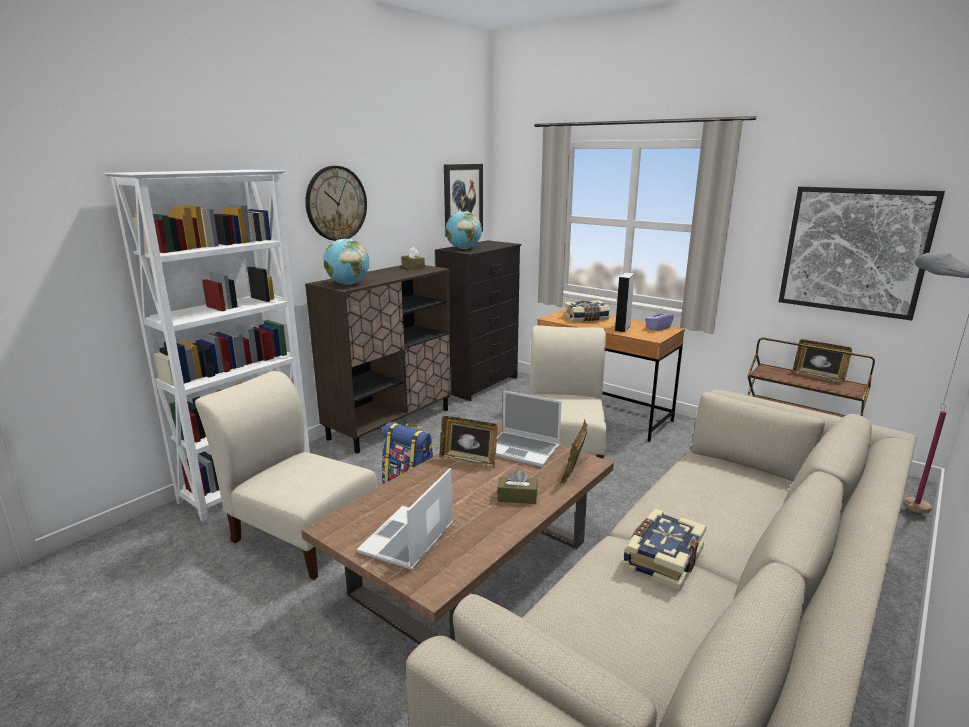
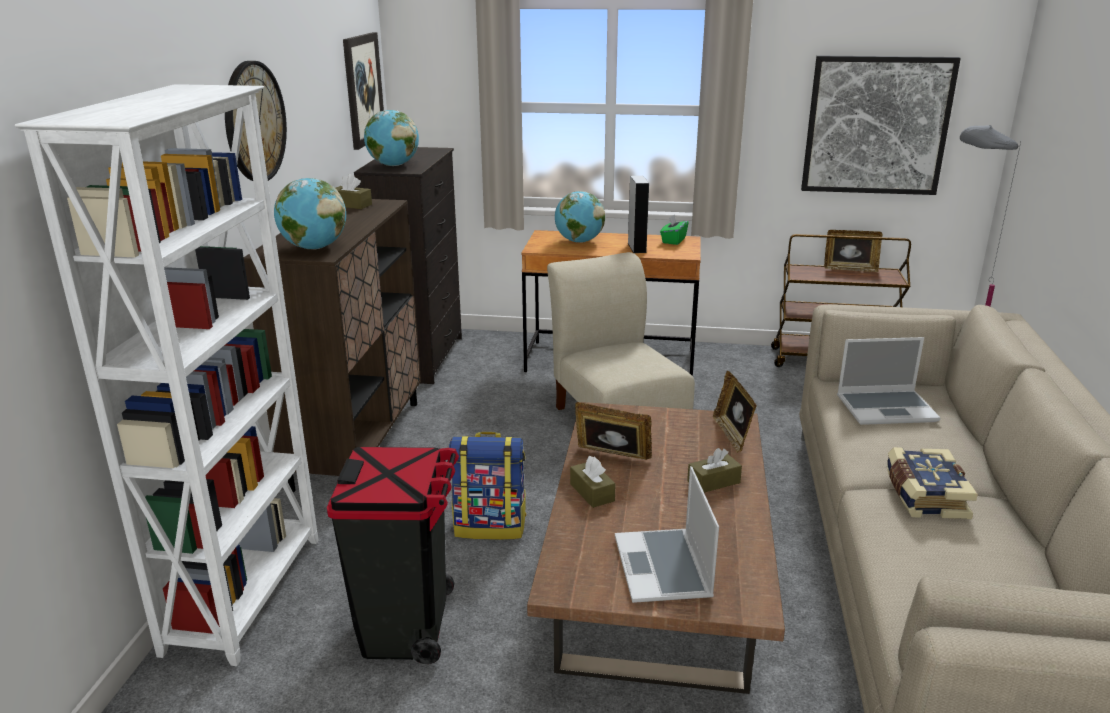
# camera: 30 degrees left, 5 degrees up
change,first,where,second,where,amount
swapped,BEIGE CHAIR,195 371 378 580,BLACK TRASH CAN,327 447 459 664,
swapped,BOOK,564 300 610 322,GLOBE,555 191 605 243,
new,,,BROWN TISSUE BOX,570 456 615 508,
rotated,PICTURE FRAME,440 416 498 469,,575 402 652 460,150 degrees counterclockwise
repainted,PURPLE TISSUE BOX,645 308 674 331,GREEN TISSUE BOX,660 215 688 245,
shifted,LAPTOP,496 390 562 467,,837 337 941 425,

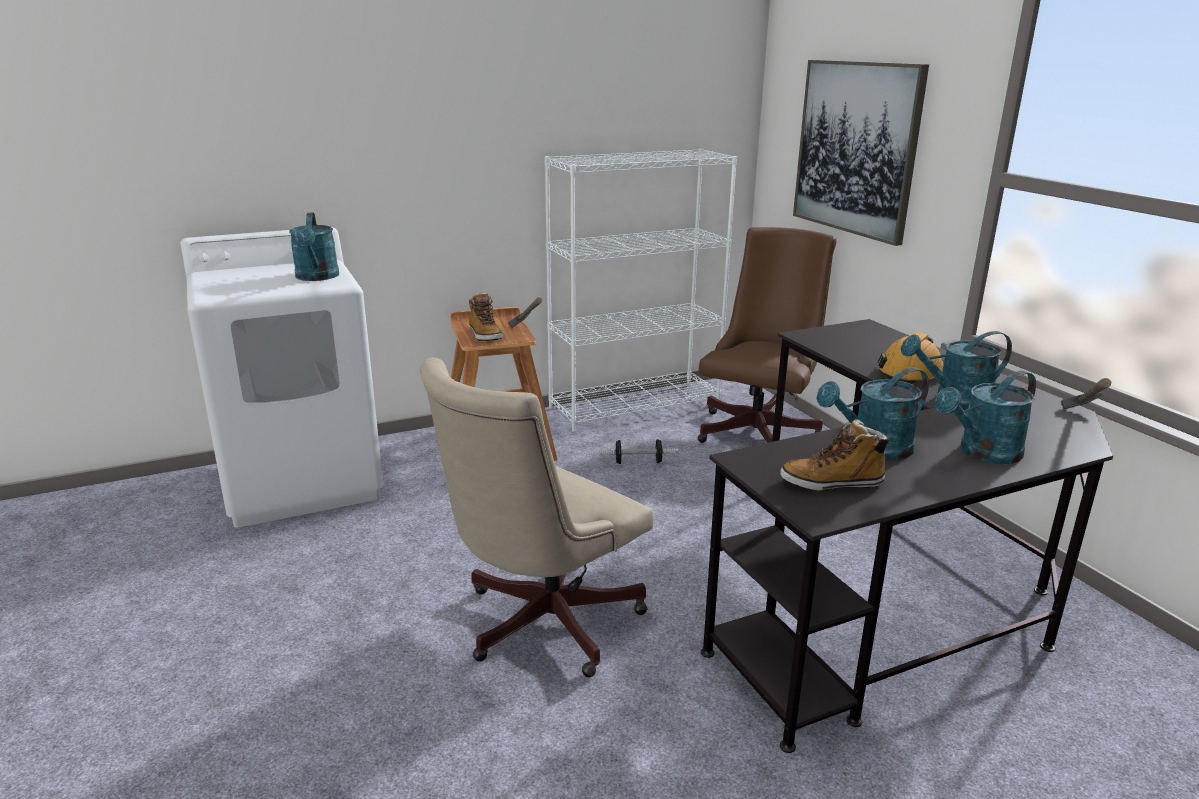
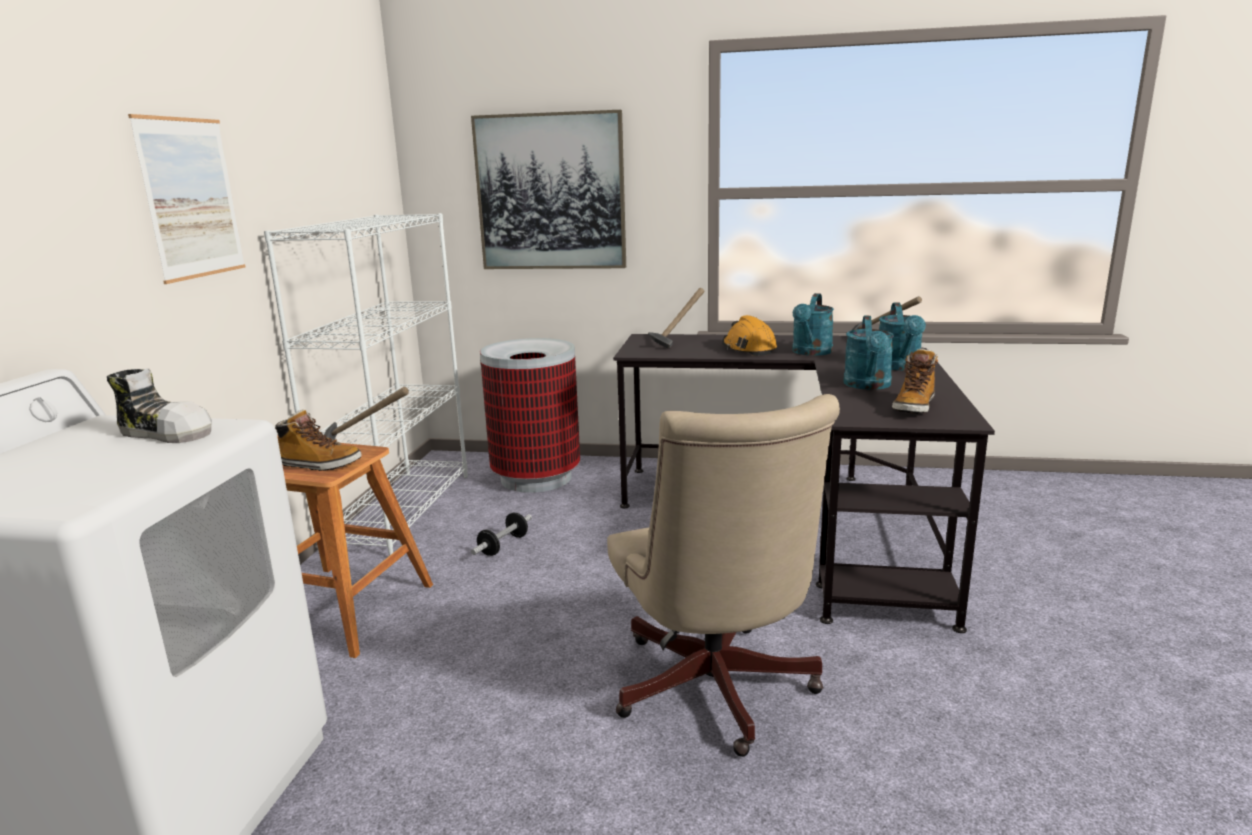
# camera: 55 degrees left, 5 degrees down
change,first,where,second,where,amount
swapped,TURQUOISE WATERING CAN,289 213 339 281,SHOE,107 368 211 443,
new,,,PICTURE,128 114 245 284,
swapped,BROWN OFFICE CHAIR,698 227 836 443,TRASH CAN,480 338 580 493,
new,,,HAMMER,648 288 704 349,

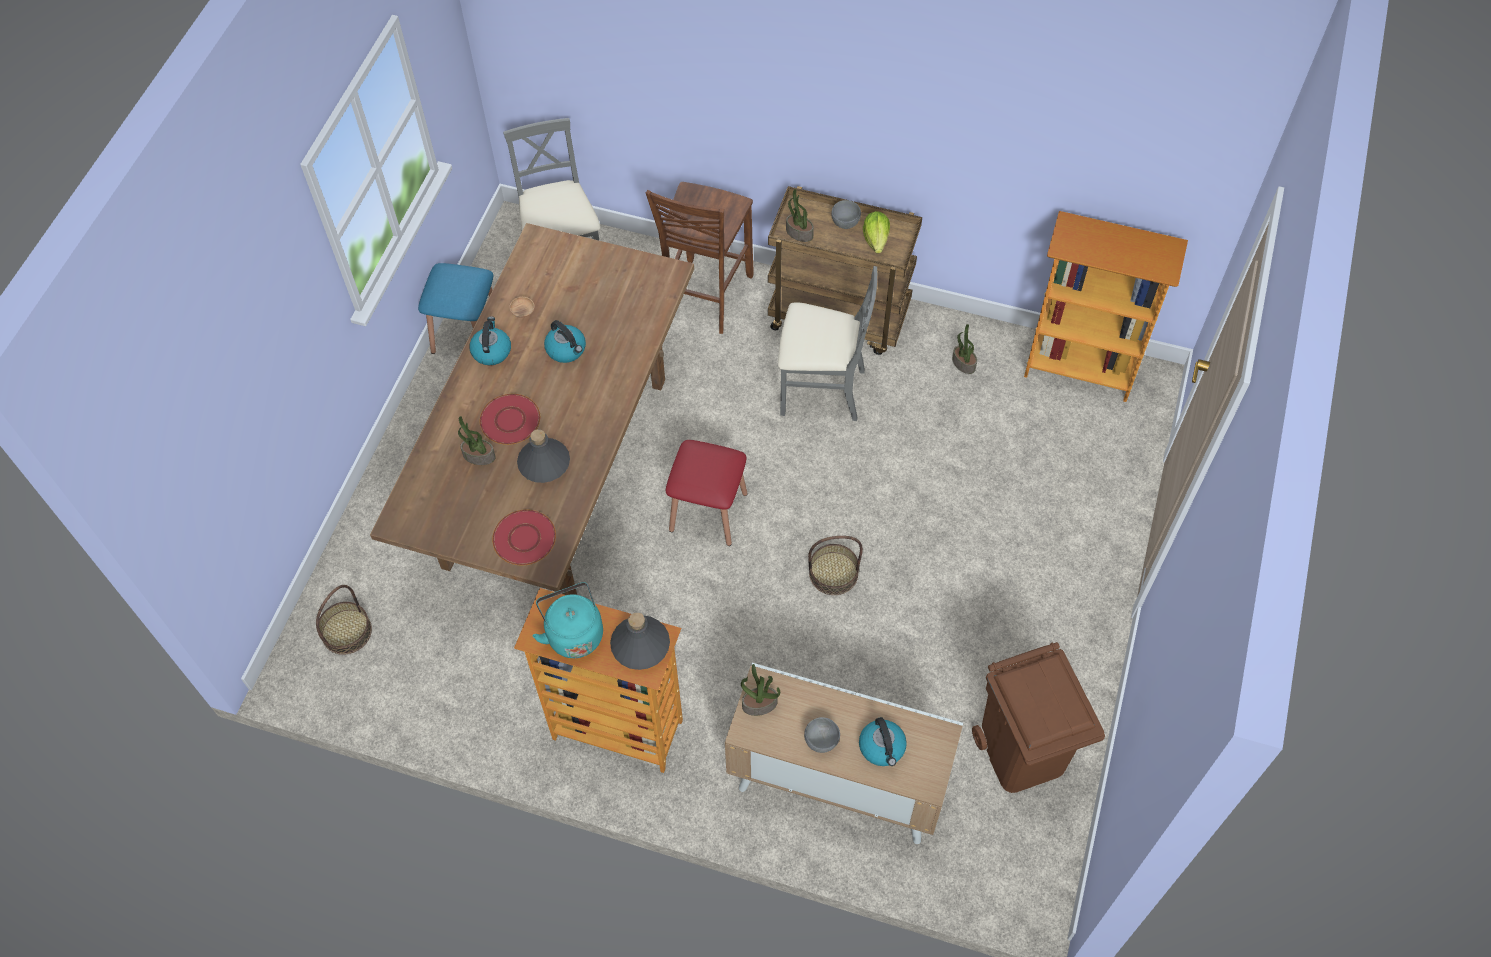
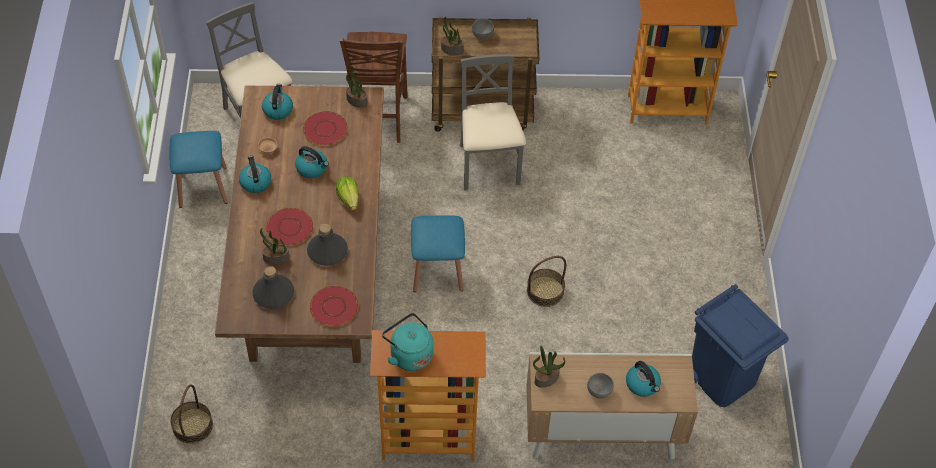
# camera: 20 degrees left, 5 degrees down
change,first,where,second,where,amount
shifted,GREY BOTTLE,610 612 670 670,,252 266 294 309,
new,,,KETTLE,262 84 293 120,
new,,,RED PLATE,303 111 348 146,
shifted,LETTUCE,863 211 890 253,,336 176 358 210,
shifted,POTTED PLANT,952 324 977 374,,346 66 368 108,
repainted,RED STOOL,666 440 748 546,BLUE STOOL,411 215 465 292,
rotated,GREY CHAIR,778 266 877 421,,460 54 526 191,90 degrees counterclockwise
repainted,BROWN TRASH CAN,972 642 1105 793,BLUE TRASH CAN,692 284 789 407,

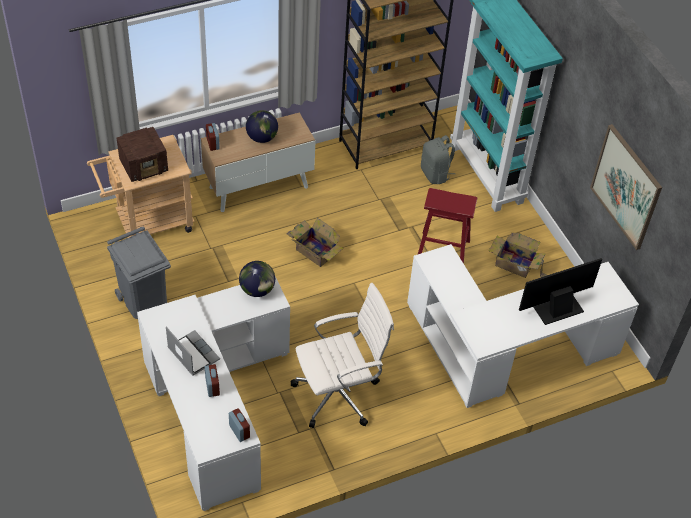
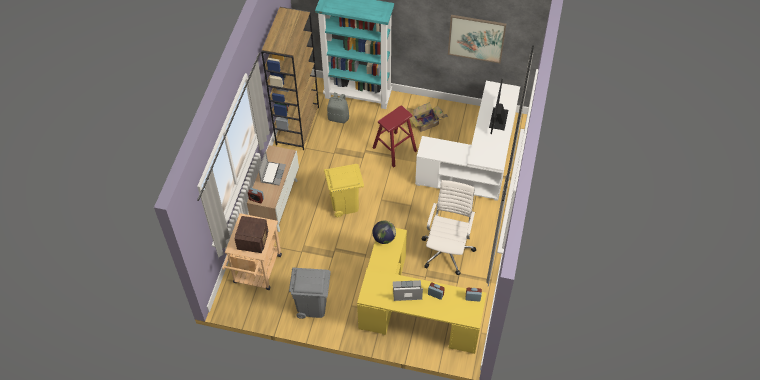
# camera: 50 degrees left, 5 degrees up
change,first,where,second,where,amount
swapped,GLOBE,246 110 278 143,LAPTOP,259 150 286 185,
swapped,CARDBOARD BOX,287 218 344 267,YELLOW TRASH CAN,324 164 364 217,
repainted,WHITE DESK,137 277 290 511,YELLOW DESK,357 228 487 354,

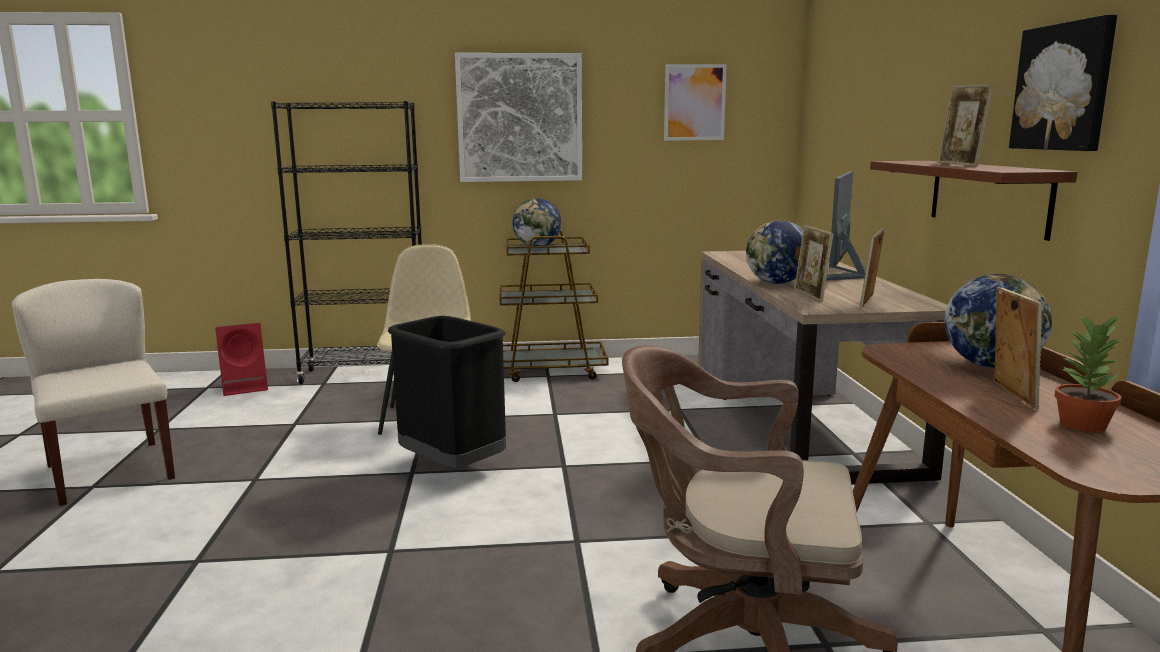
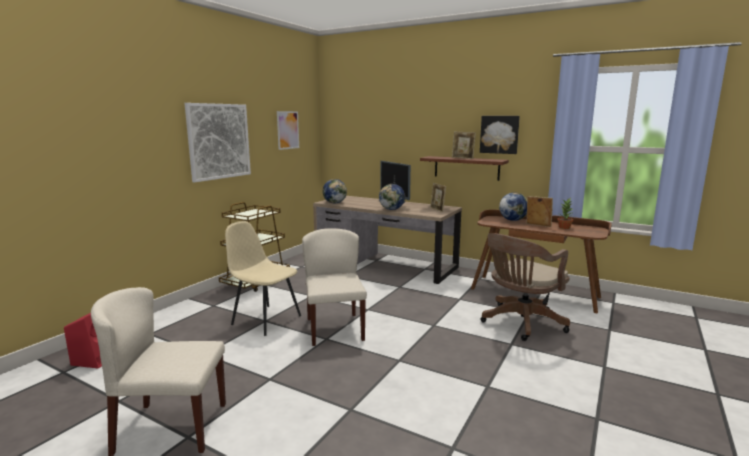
# camera: 55 degrees left, 0 degrees up
change,first,where,second,where,amount
swapped,BLACK TRASH CAN,388 316 506 468,BEIGE CHAIR,302 229 367 346,
shifted,GLOBE,513 198 562 246,,322 179 347 203,
gone,BLACK BOOKCASE,271 101 422 384,,,
gone,PICTURE FRAME,794 225 833 302,,,

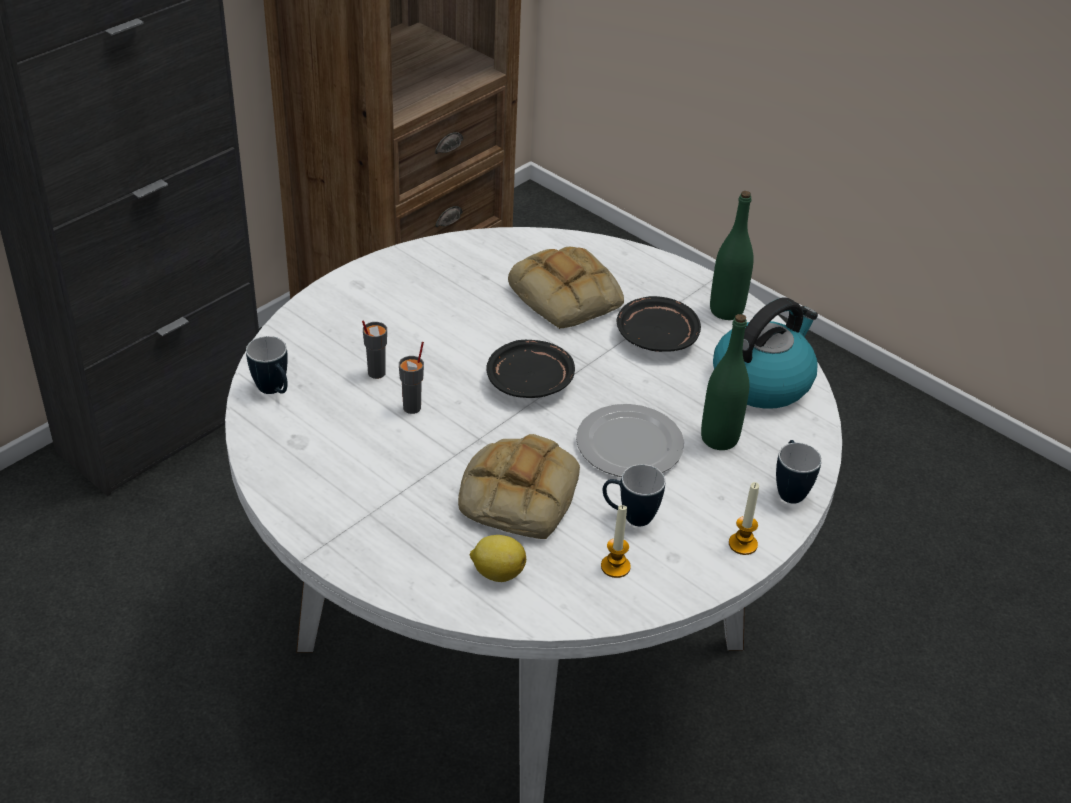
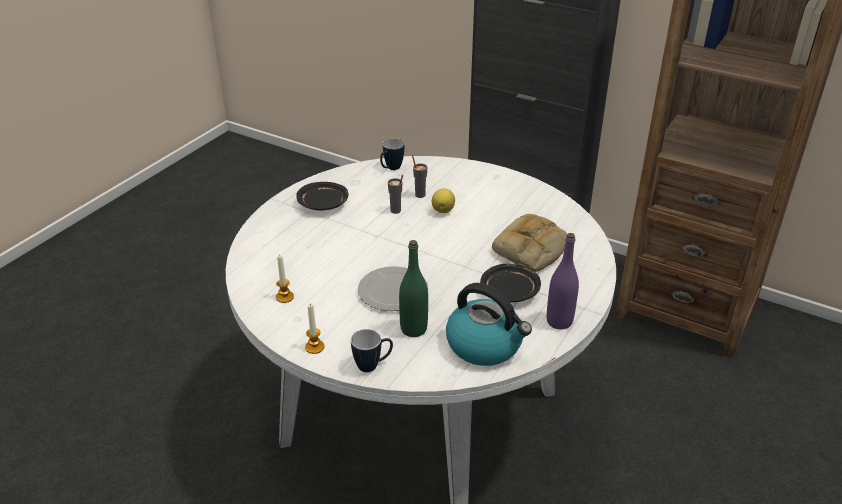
# camera: 80 degrees right, 5 degrees down
change,first,where,second,where,amount
shifted,BLACK PLATE,486 340 575 398,,296 182 349 210,
shifted,LEMON,470 535 526 582,,432 188 455 213,
repainted,GREEN BOTTLE,710 191 754 320,PURPLE BOTTLE,547 233 579 329,
gone,BREAD,458 434 580 539,,,
gone,MUG,603 464 666 526,,,

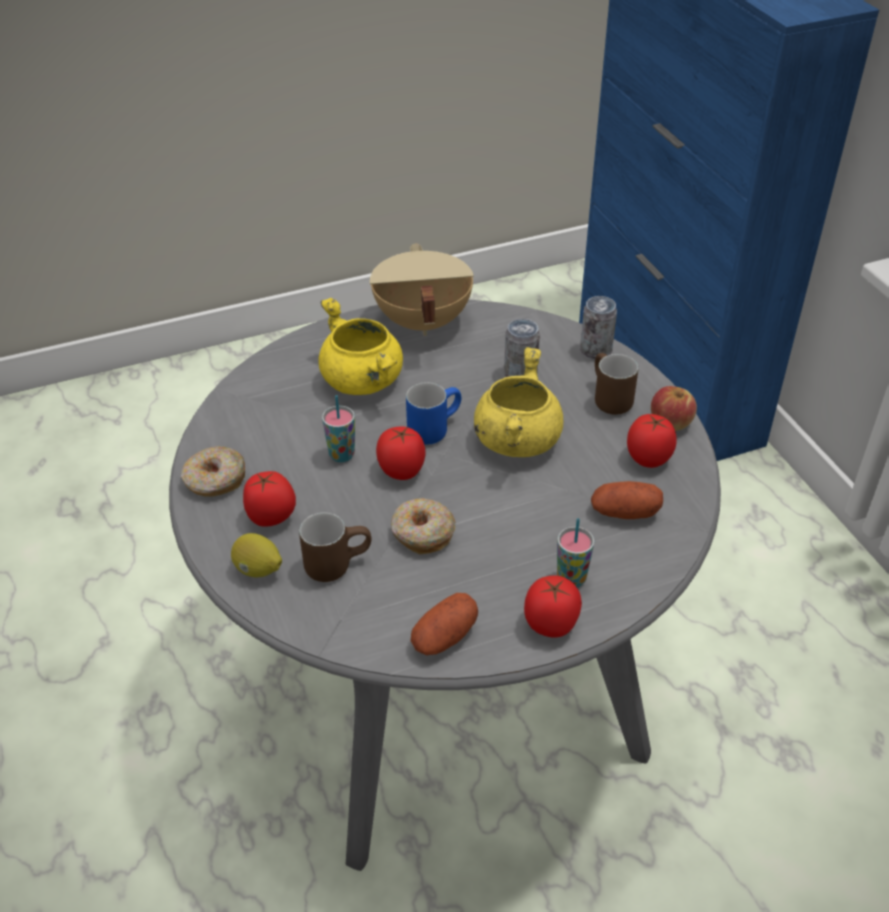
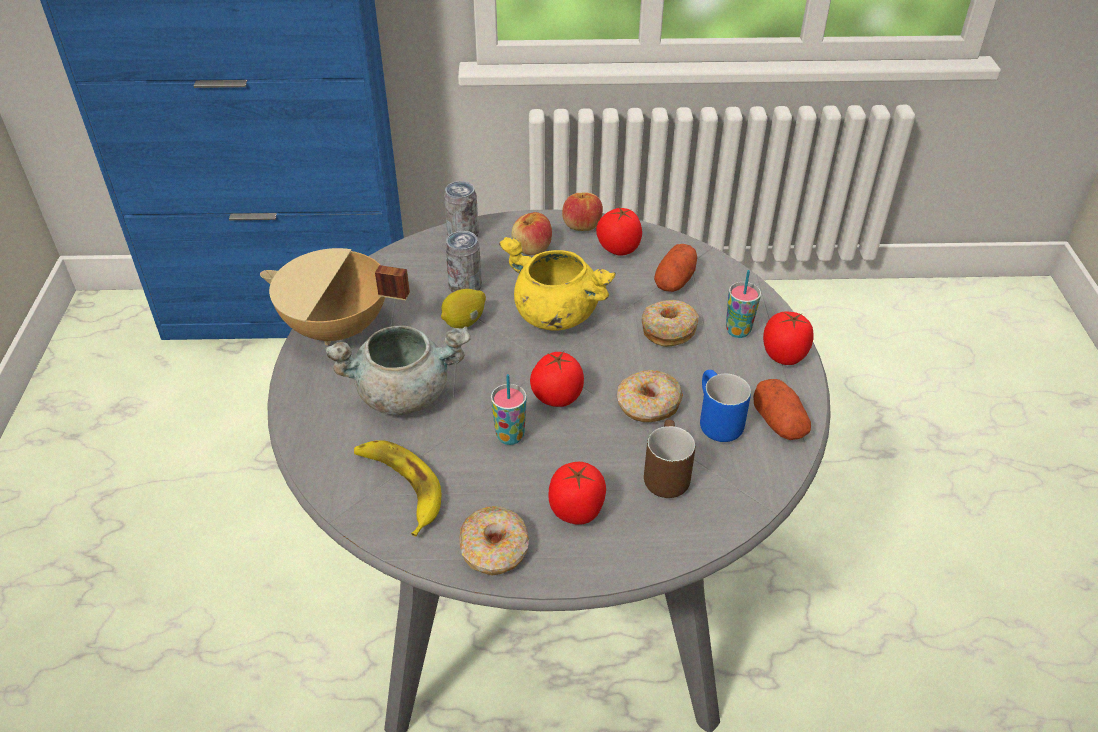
# camera: 70 degrees left, 0 degrees up
change,first,where,second,where,amount
repainted,YELLOW COOKING POT,318 298 403 395,GREY COOKING POT,325 325 470 415,
new,,,BANANA,354 440 441 537,
shifted,LEMON,231 533 282 577,,441 289 486 328,
swapped,BROWN MUG,595 353 638 415,APPLE,512 212 552 255,
new,,,DONUT,641 300 699 347,
shifted,BLUE MUG,406 382 461 445,,700 370 751 442,

